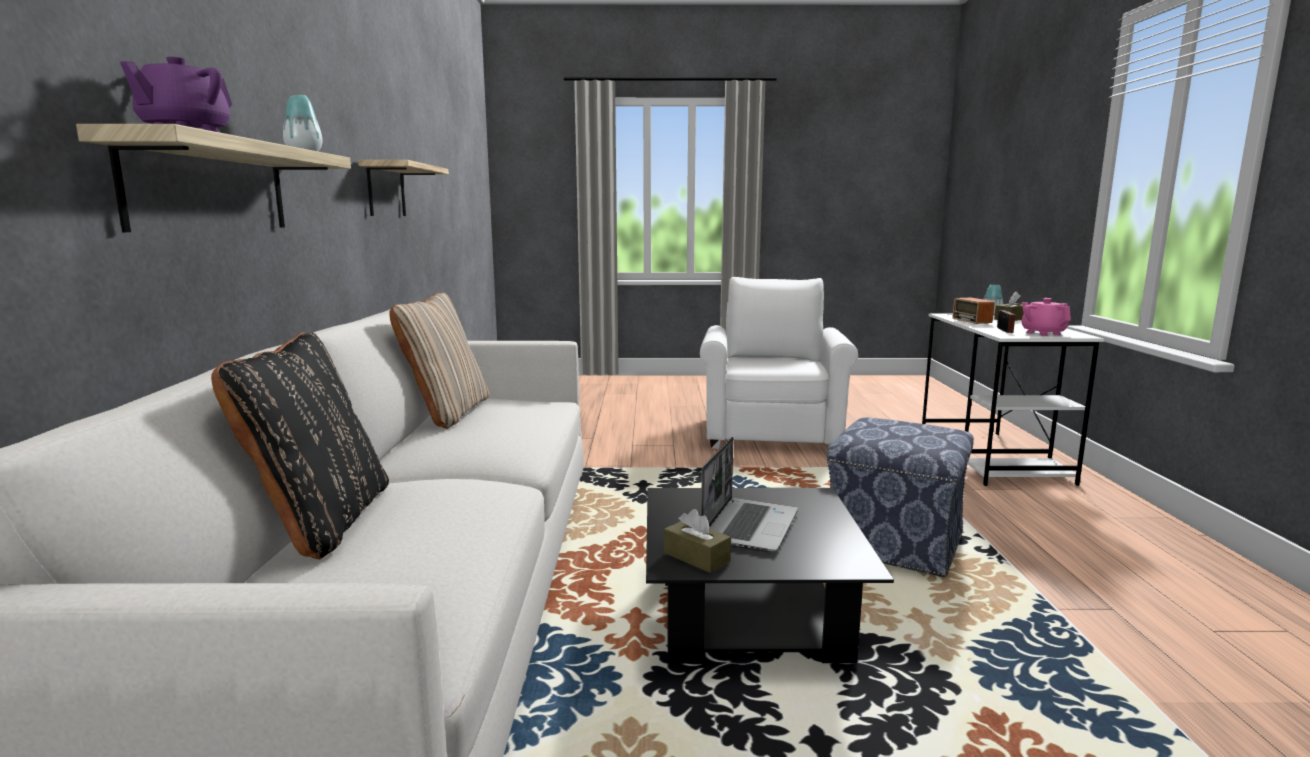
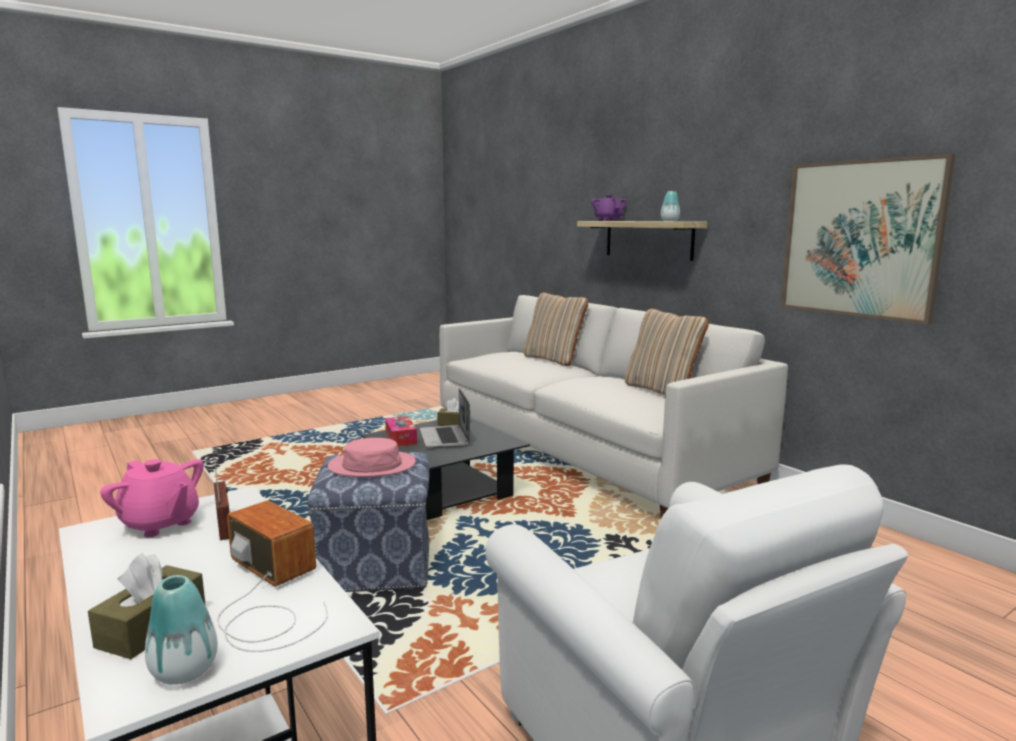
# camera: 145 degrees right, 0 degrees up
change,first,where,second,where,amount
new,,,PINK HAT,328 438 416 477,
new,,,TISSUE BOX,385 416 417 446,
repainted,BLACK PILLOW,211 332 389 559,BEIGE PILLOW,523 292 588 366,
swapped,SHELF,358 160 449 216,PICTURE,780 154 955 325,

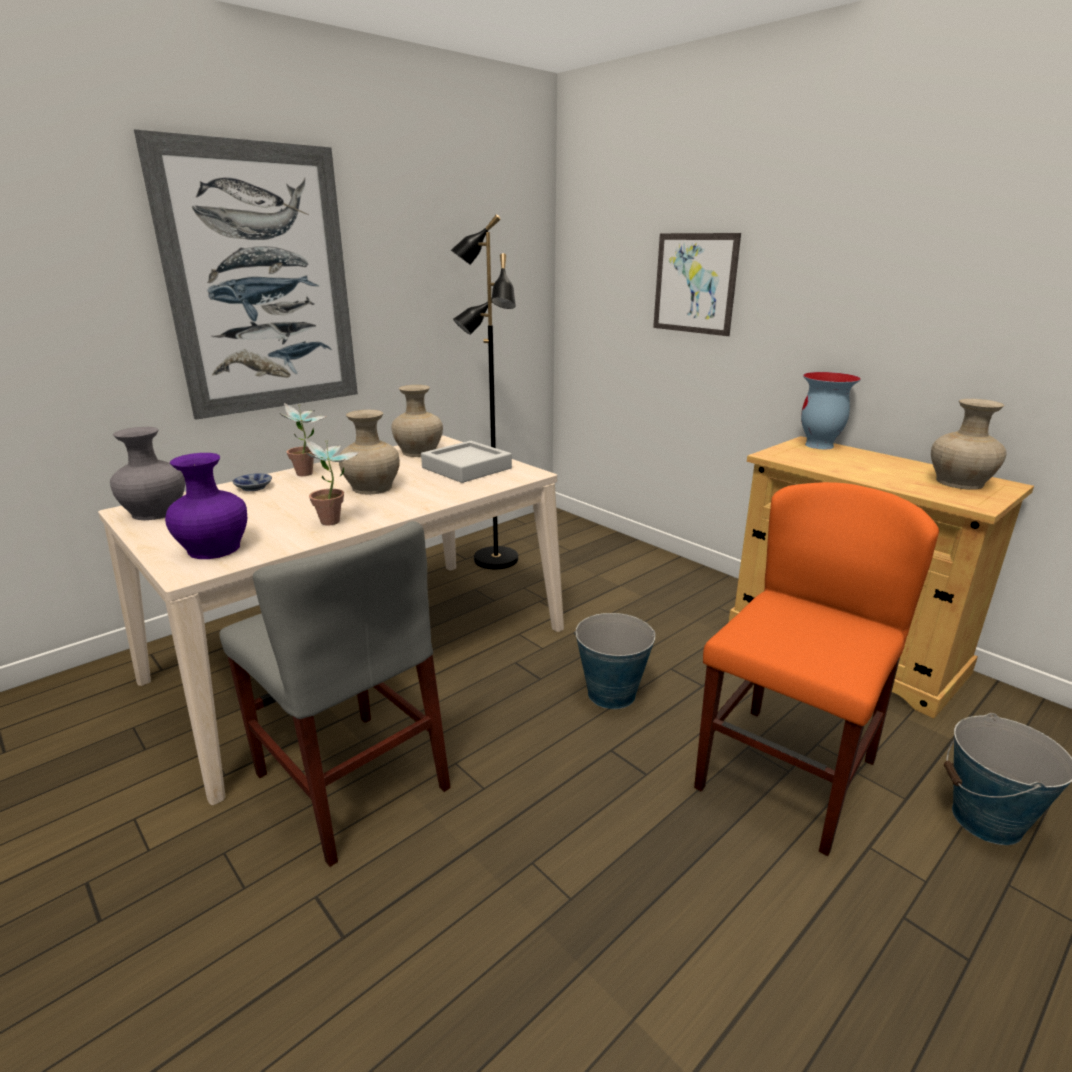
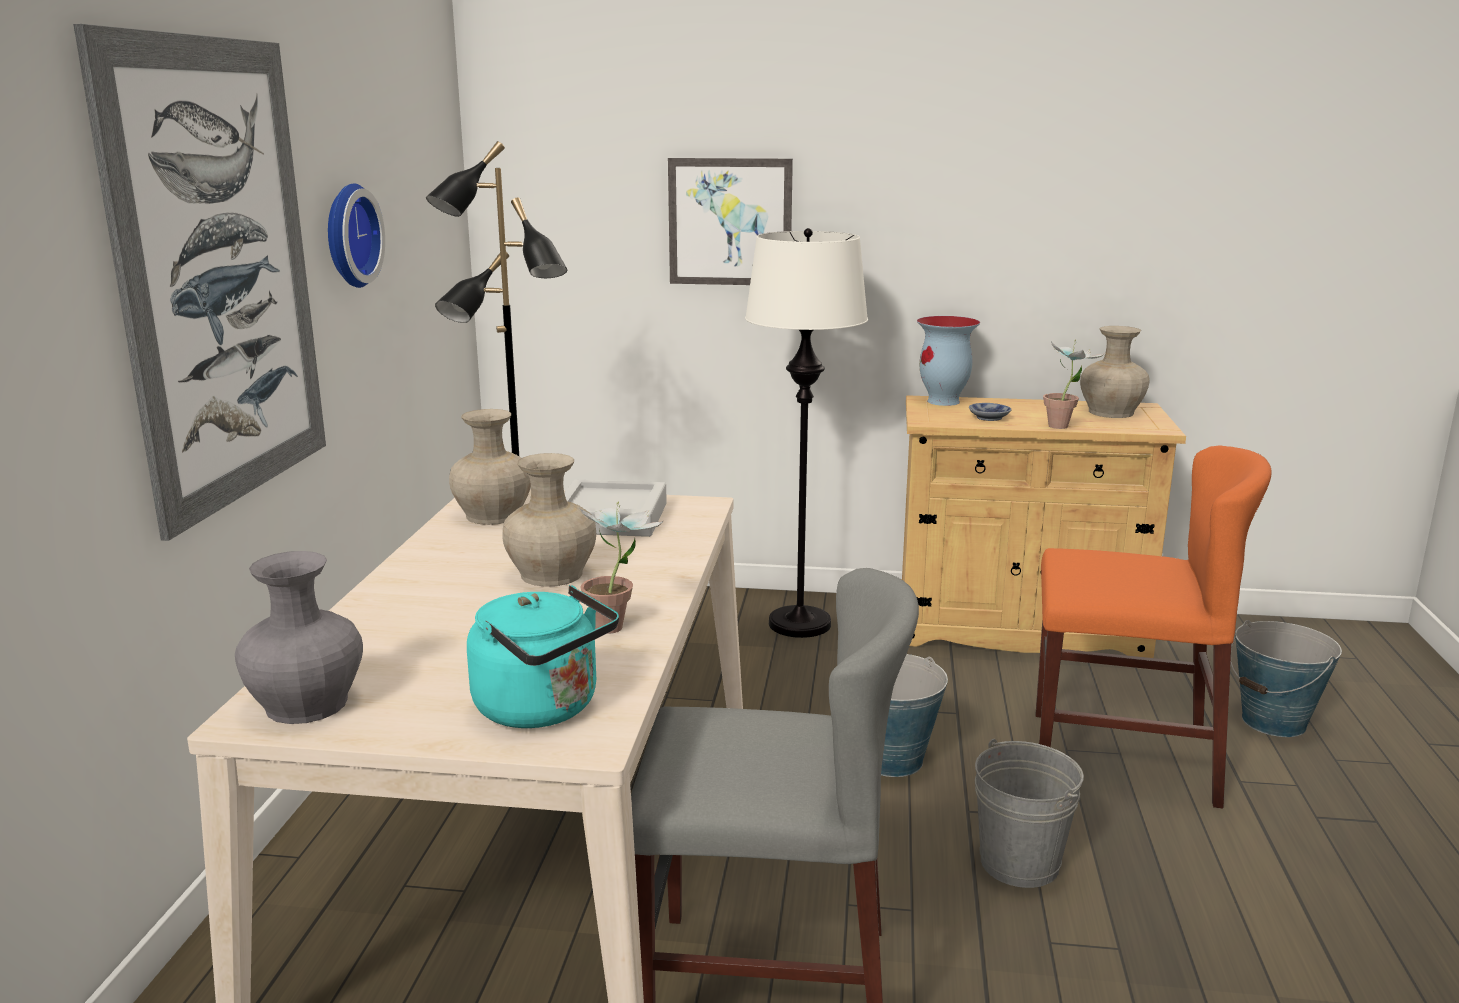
# camera: 40 degrees left, 5 degrees down
change,first,where,second,where,amount
new,,,WALL CLOCK,328 183 385 288,
swapped,PURPLE VASE,165 453 247 559,TURQUOISE KETTLE,467 585 619 728,
new,,,WHITE FLOOR LAMP,745 228 868 638,
shifted,BOWL,232 473 272 491,,969 403 1012 421,
new,,,GREY BUCKET,975 739 1084 888,
rotated,ORANGE CHAIR,694 482 939 856,,1036 445 1272 809,105 degrees clockwise
shifted,POTTED PLANT,280 403 326 476,,1043 339 1105 429,

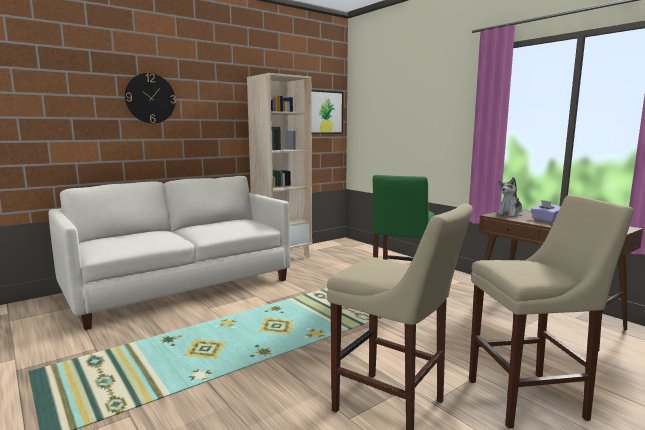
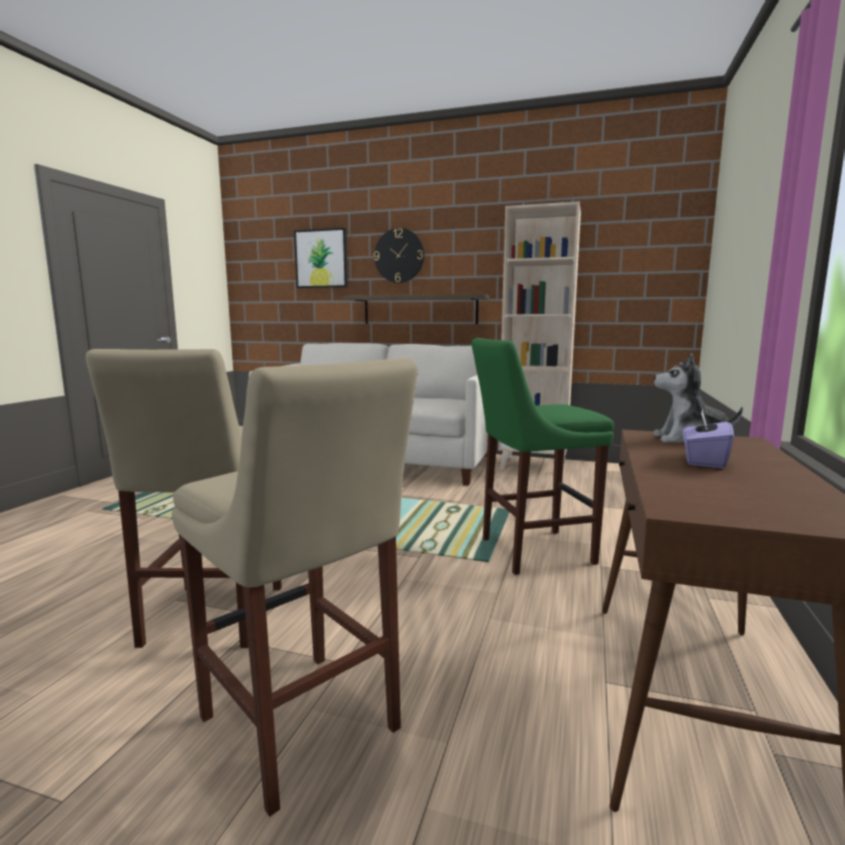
# camera: 55 degrees right, 0 degrees up
change,first,where,second,where,amount
shifted,PICTURE,311 90 343 134,,294 228 348 288,
new,,,SHELF,343 294 489 324,

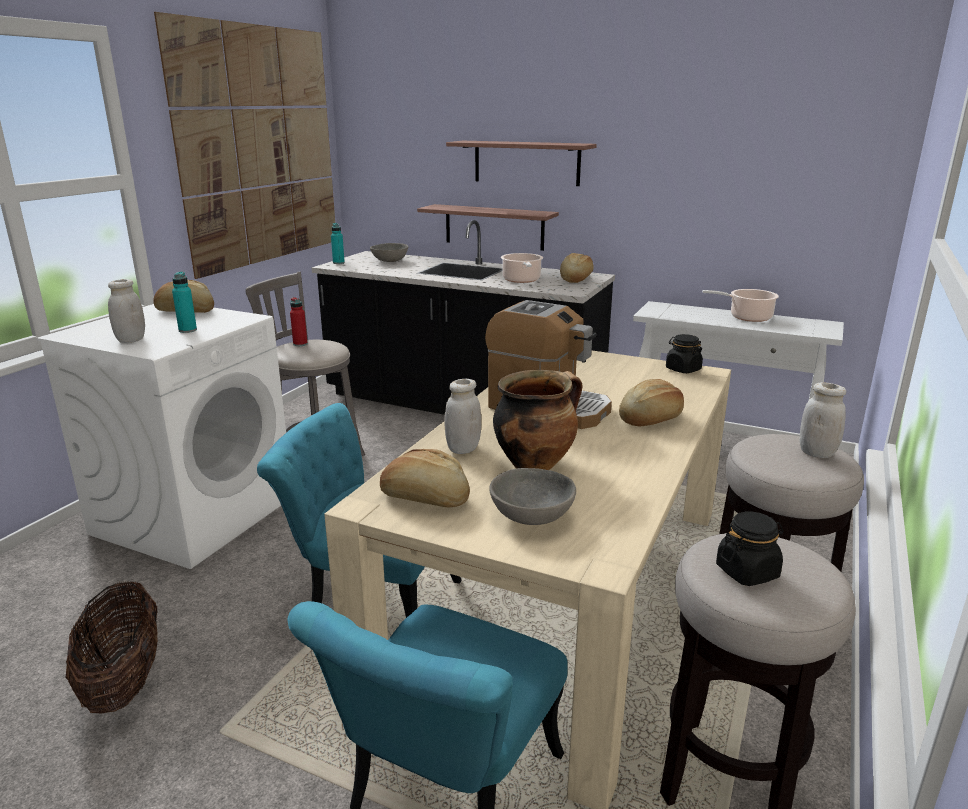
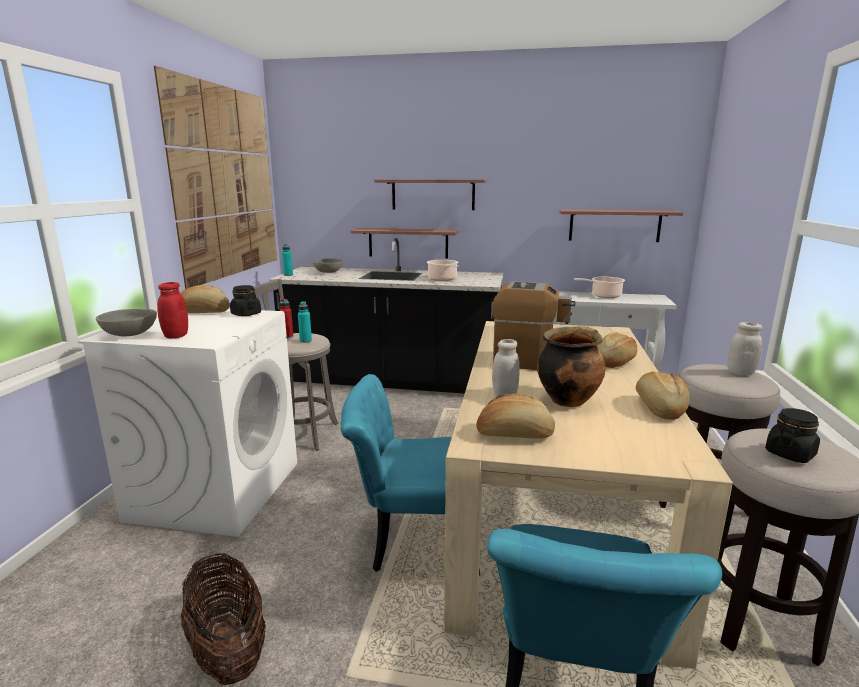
# camera: 15 degrees left, 5 degrees down
change,first,where,second,where,amount
shifted,GREY BOWL,489 468 576 525,,96 309 157 336,
repainted,WHITE JAR,108 279 145 343,RED JAR,157 282 188 339,
shifted,BLACK JAR,666 334 703 373,,230 285 261 316,
shifted,TURQUOISE BOTTLE,172 272 197 333,,298 301 312 343,
new,,,SHELF,559 209 683 242,
shifted,BREAD,560 253 594 283,,636 371 690 420,

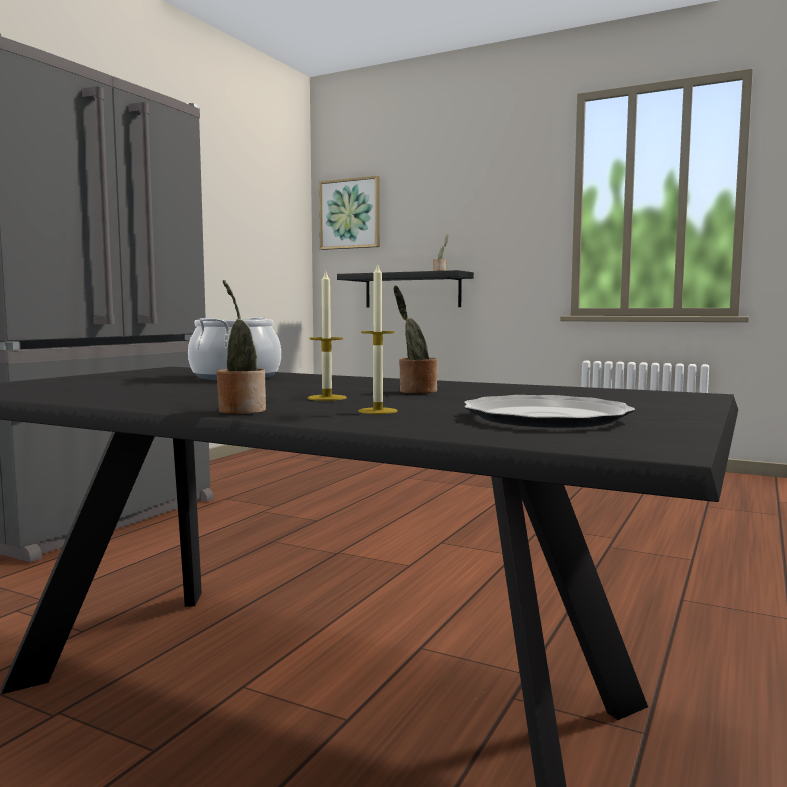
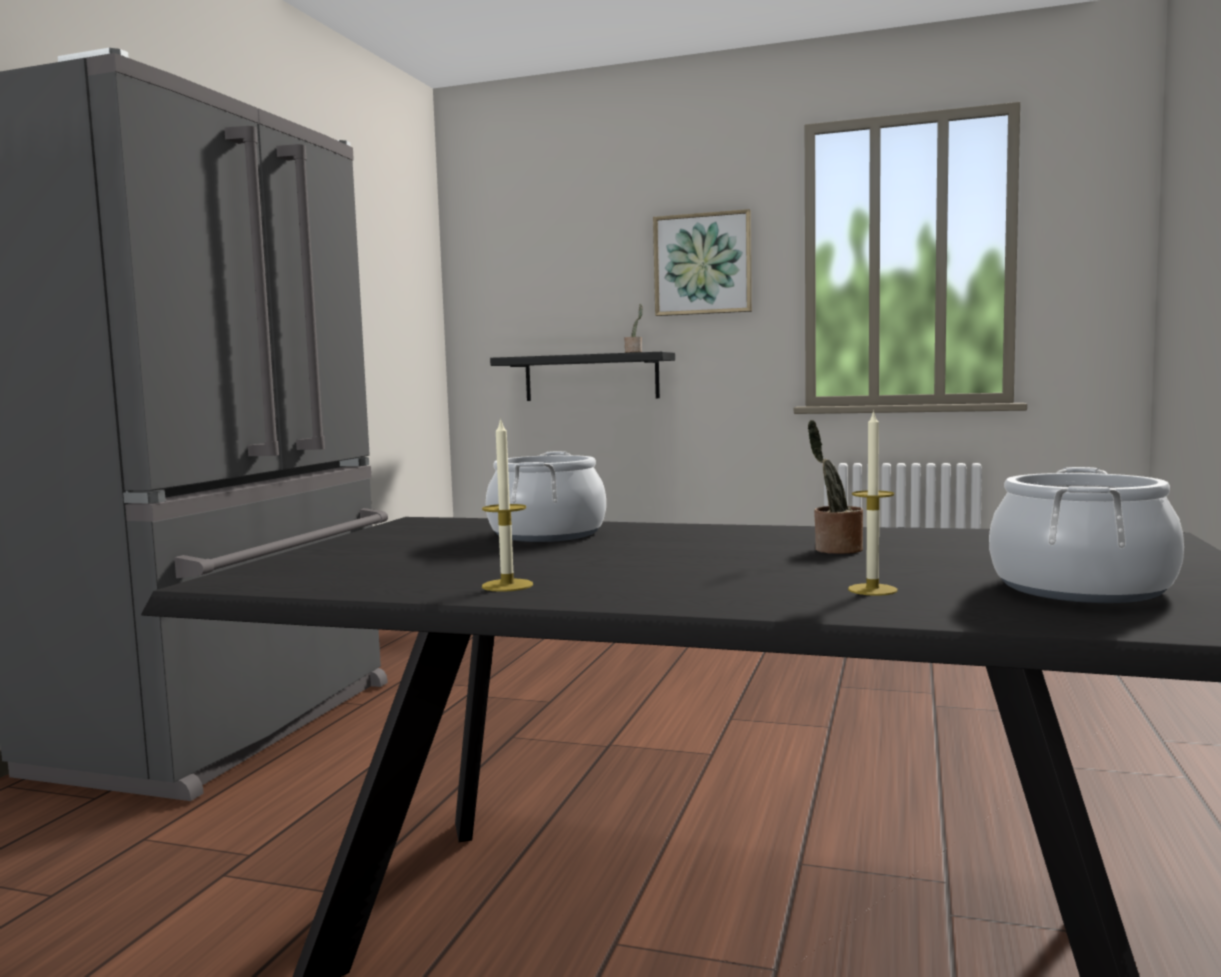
# camera: 10 degrees left, 0 degrees up
change,first,where,second,where,amount
shifted,CANDLE,307 269 347 401,,482 417 533 592,
shifted,PICTURE,319 176 380 250,,653 209 752 316,
swapped,PLATE,464 395 635 428,COOKING POT,989 467 1184 603,
gone,POTTED PLANT,216 280 266 414,,,

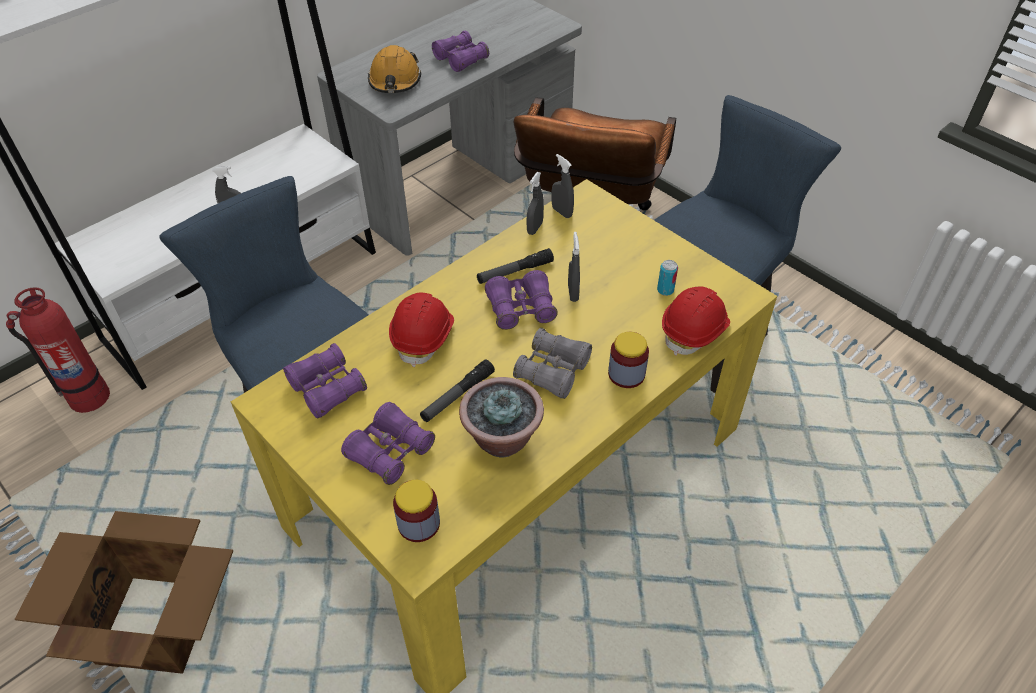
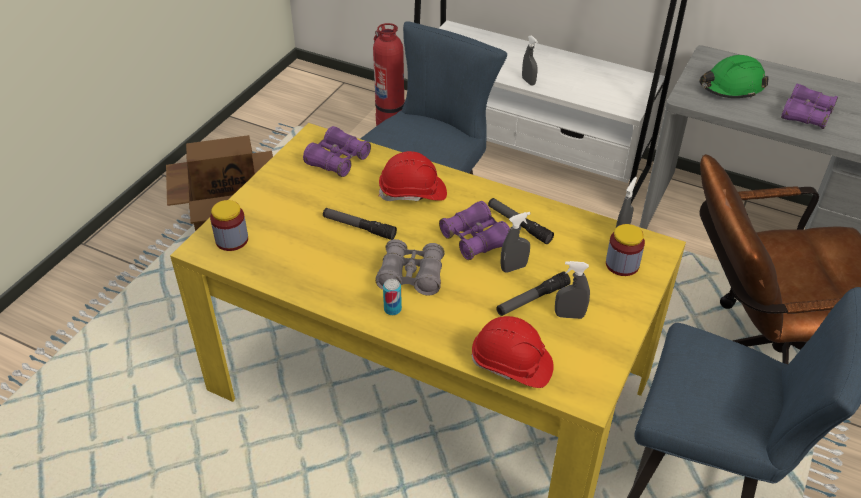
# camera: 70 degrees right, 5 degrees down
change,first,where,second,where,amount
shifted,CAN,657 260 678 296,,383 279 402 315,
new,,,FLASHLIGHT,496 271 571 316,
shifted,GREY SPRAY BOTTLE,527 172 544 235,,555 261 590 319,
shifted,JAR,608 332 649 388,,606 224 645 276,
repainted,ORANGE HARD HAT,368 45 421 93,GREEN HARD HAT,700 55 769 99,
gone,PURPLE BINOCULARS,341 402 435 485,,,
gone,POTTED PLANT,459 377 544 458,,,

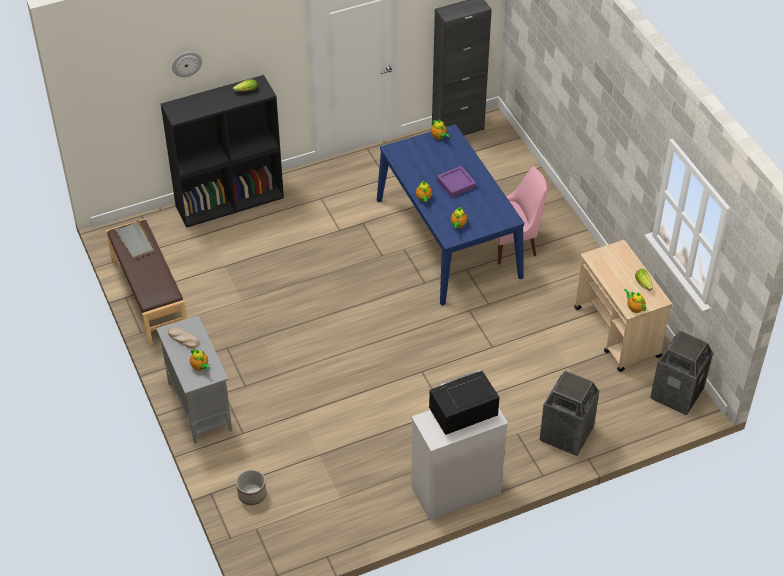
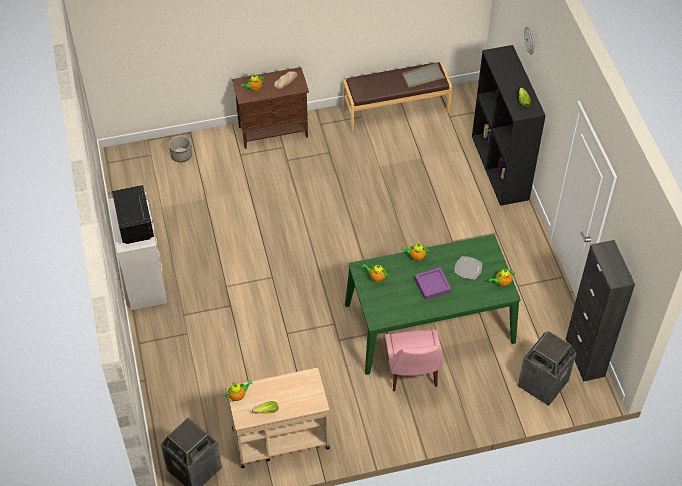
# camera: 100 degrees right, 5 degrees up
change,first,where,second,where,amount
repainted,GREY CABINET,156 315 232 444,BROWN CABINET,232 67 309 149,
repainted,BLUE DINING TABLE,377 124 524 305,GREEN DINING TABLE,345 234 521 375,
new,,,PLATE,454 256 482 279,
shifted,TRASH CAN,540 371 599 456,,518 331 577 406,

